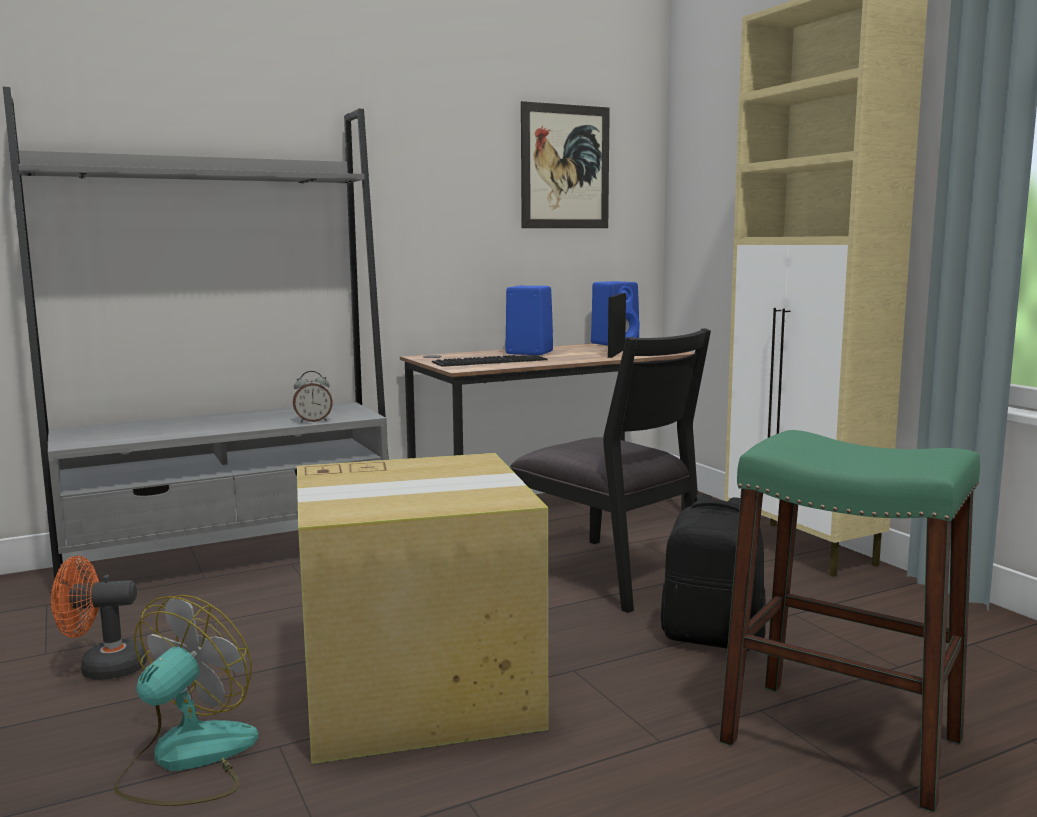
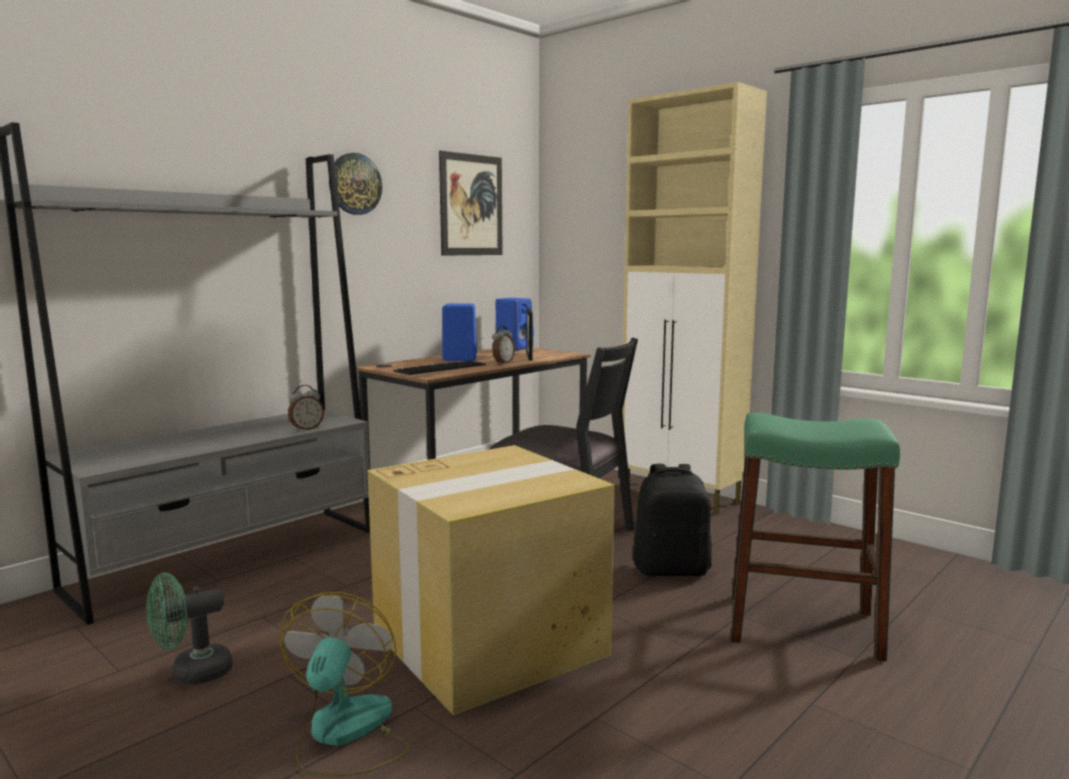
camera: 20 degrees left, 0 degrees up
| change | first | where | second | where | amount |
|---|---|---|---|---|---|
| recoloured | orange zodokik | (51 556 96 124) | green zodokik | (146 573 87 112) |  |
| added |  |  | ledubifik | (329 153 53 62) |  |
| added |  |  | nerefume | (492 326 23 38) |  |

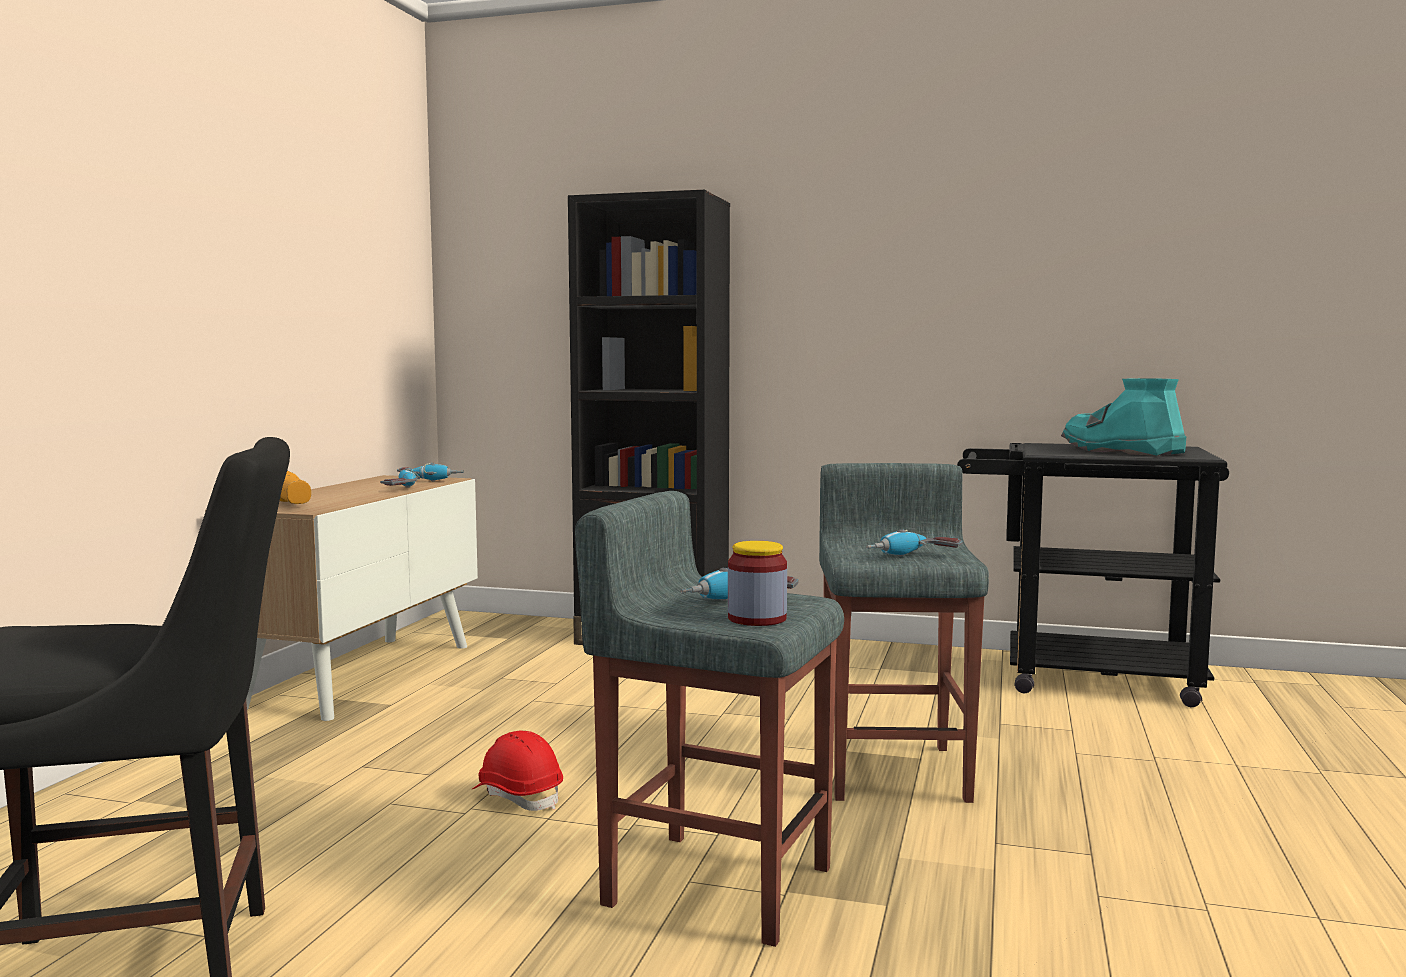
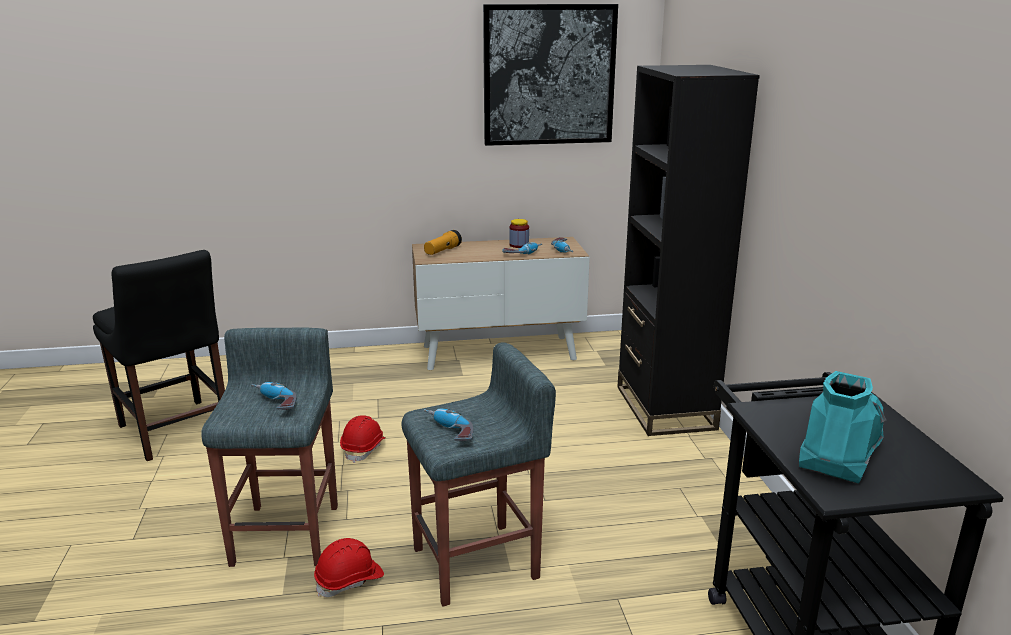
camera: 65 degrees right, 15 degrees up
| change | first | where | second | where | amount |
|---|---|---|---|---|---|
| added |  |  | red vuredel | (314 538 70 59) |  |
| added |  |  | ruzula | (483 4 135 142) |  |
| moved | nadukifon | (728 541 59 85) |  | (509 219 20 29) |  |

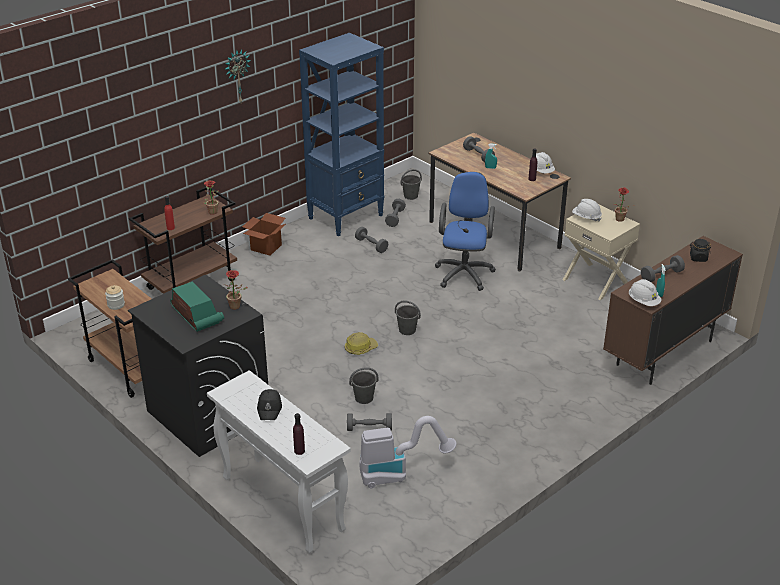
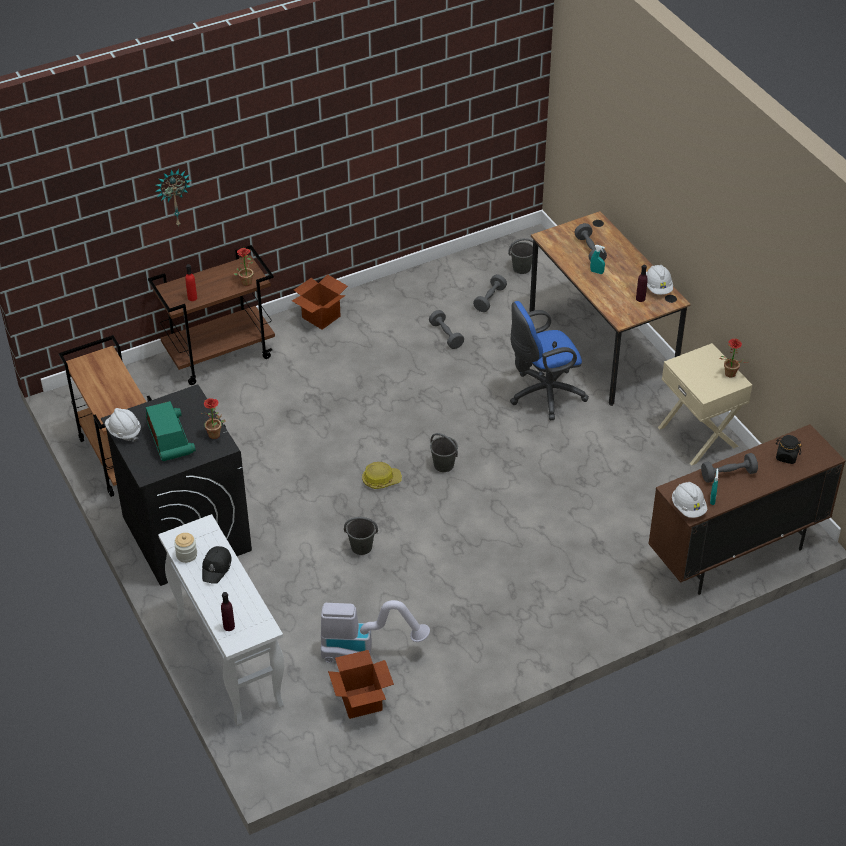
camera: 15 degrees right, 10 degrees up
| change | first | where | second | where | amount |
|---|---|---|---|---|---|
| moved | white vuredel | (572 199 30 22) |  | (105 408 36 34) |  |
| moved | ledubifik | (224 49 27 53) |  | (155 169 37 58) |  |
| moved | nadukifon | (105 285 20 25) |  | (174 533 23 30) |  |
| added |  |  | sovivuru | (328 650 66 69) |  |
| turned | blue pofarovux | (434 172 62 119) |  | (510 301 79 119) | 135 degrees counterclockwise |
| removed | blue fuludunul | (299 33 85 203) |  |  |  |
| removed | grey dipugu | (347 413 45 18) |  |  |  |

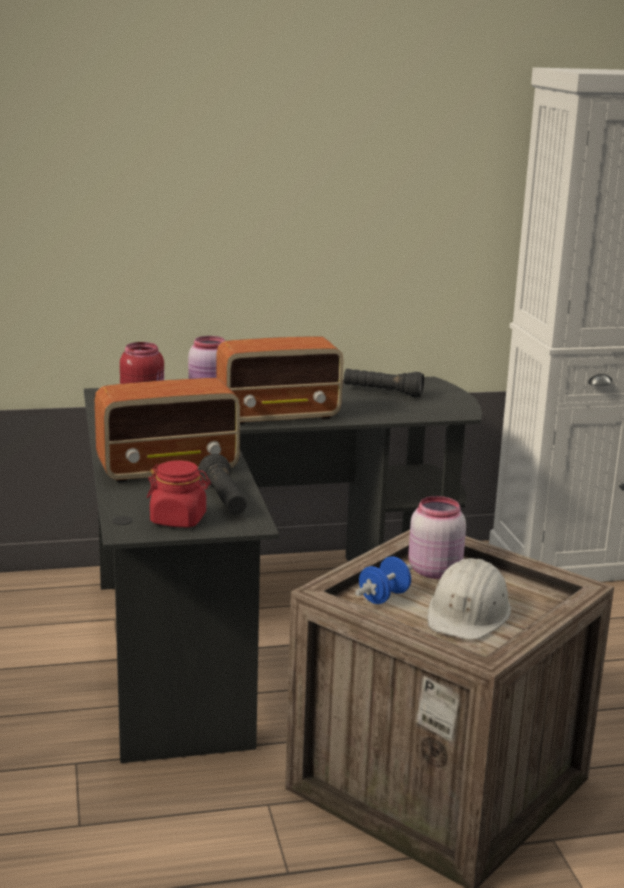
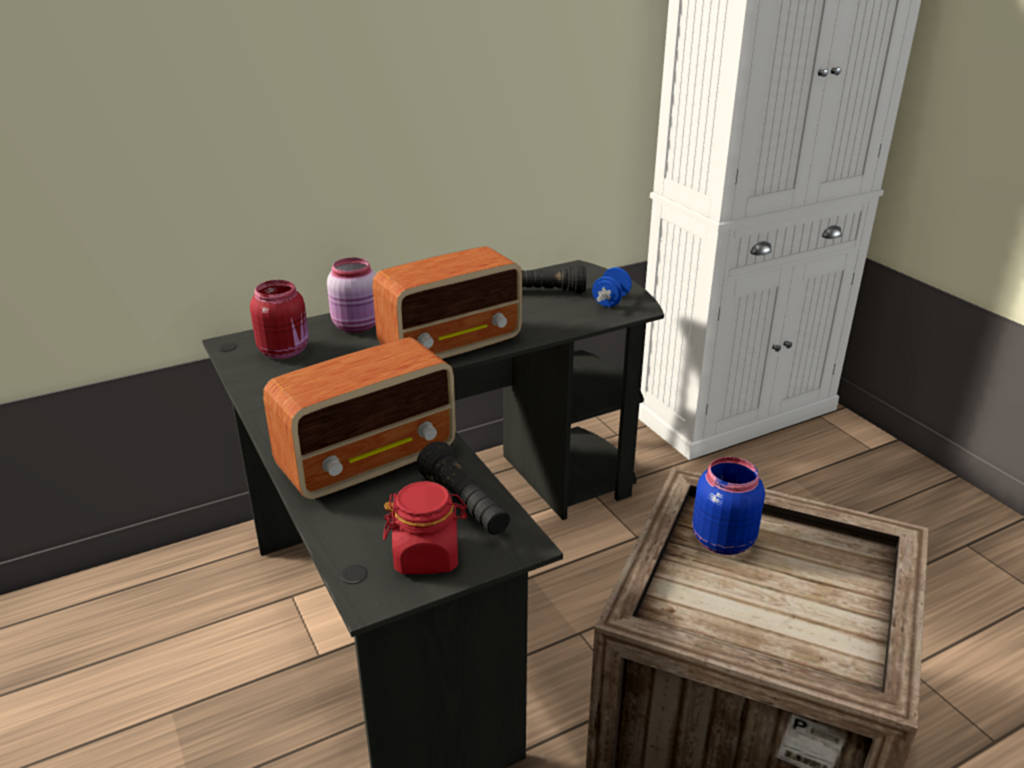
camera: 15 degrees left, 10 degrees up
| change | first | where | second | where | amount |
|---|---|---|---|---|---|
| moved | blue dipugu | (355 556 57 48) |  | (592 267 40 40) |  |
| recoloured | pink nadukifon | (408 496 58 83) | blue nadukifon | (692 457 73 98) |  |
| removed | white vuredel | (427 558 84 82) |  |  |  |

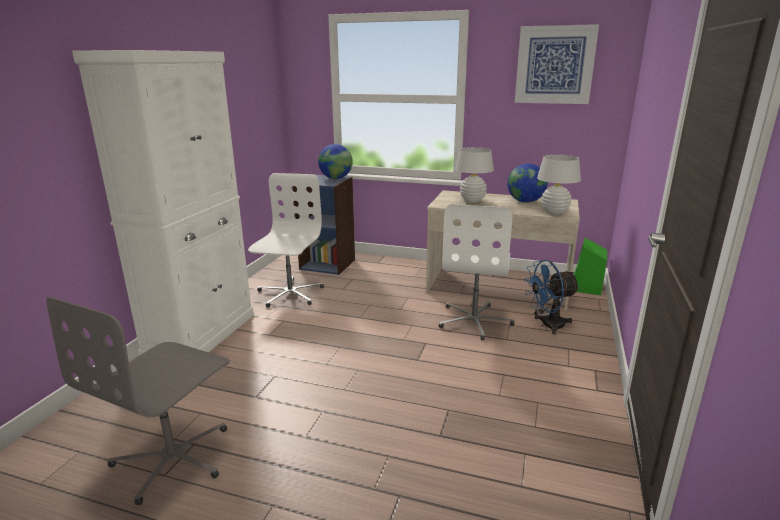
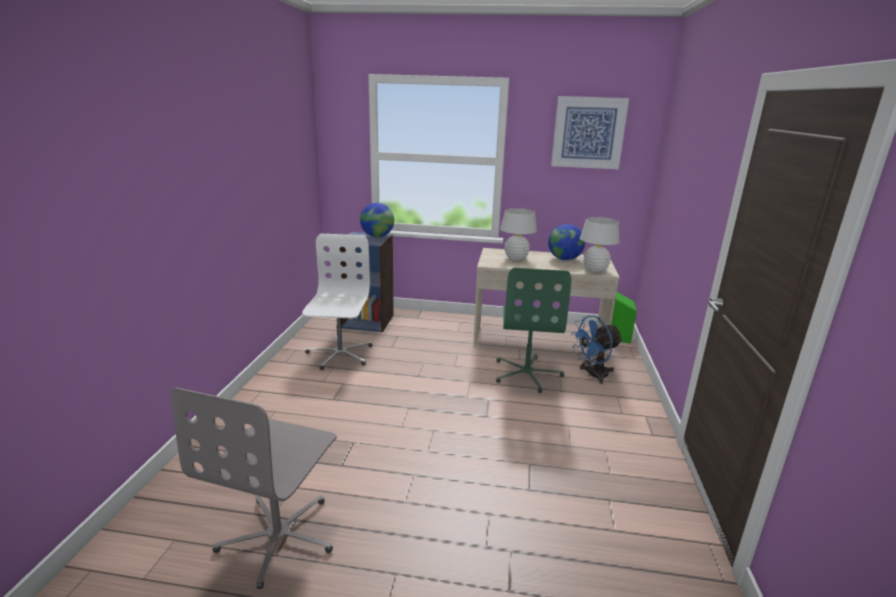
camera: 10 degrees left, 0 degrees up
| change | first | where | second | where | amount |
|---|---|---|---|---|---|
| recoloured | white pofarovux | (439 204 76 136) | green pofarovux | (496 268 75 125) |  |
| removed | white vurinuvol | (72 50 182 306) |  |  |  |

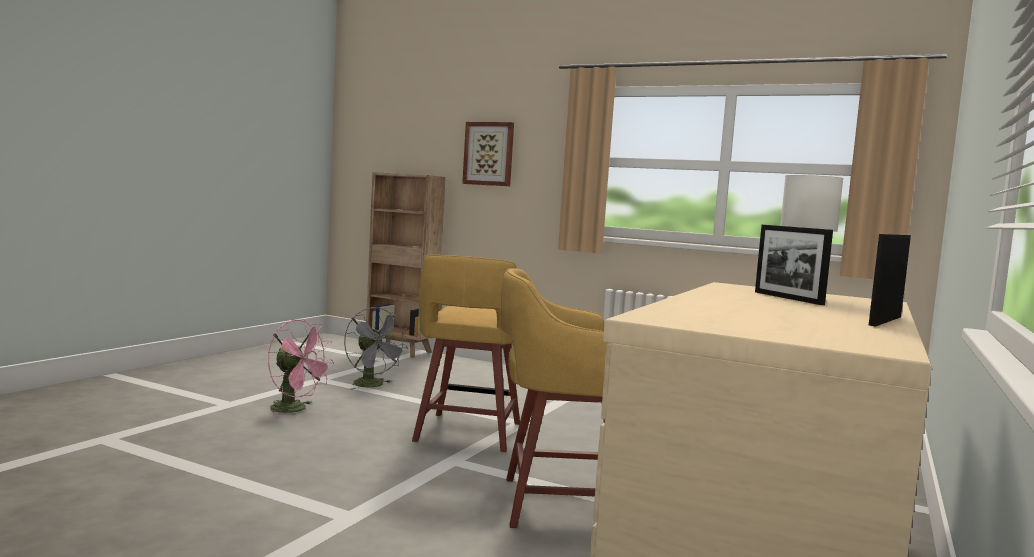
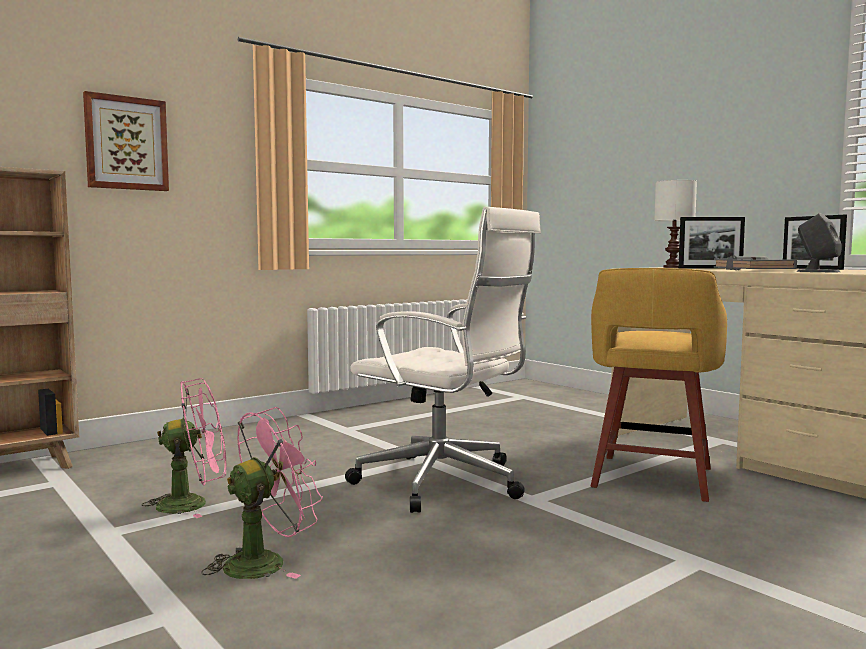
camera: 65 degrees left, 0 degrees up
| change | first | where | second | where | amount |
|---|---|---|---|---|---|
| recoloured | grey zodokik | (344 307 64 83) | pink zodokik | (142 378 84 140) |  |
| replaced | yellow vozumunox | (412 255 108 197) | white pofarovux | (345 206 196 307) |  |
| added |  |  | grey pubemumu | (714 256 83 14) |  |
| added |  |  | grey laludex | (797 213 44 59) |  |

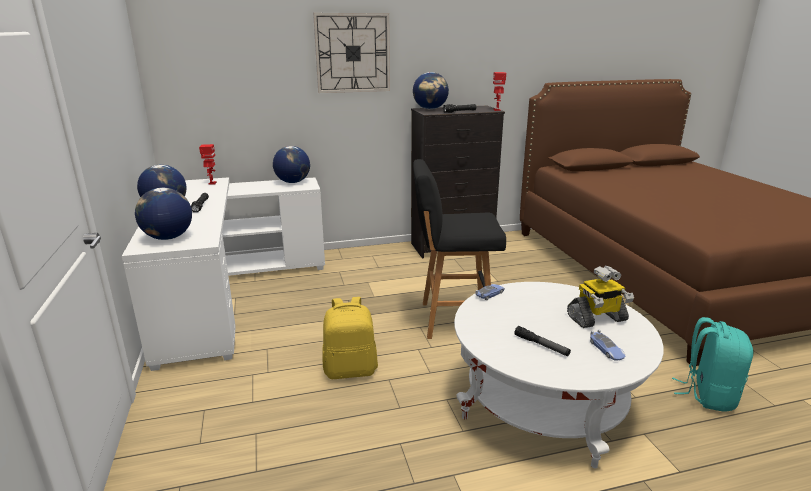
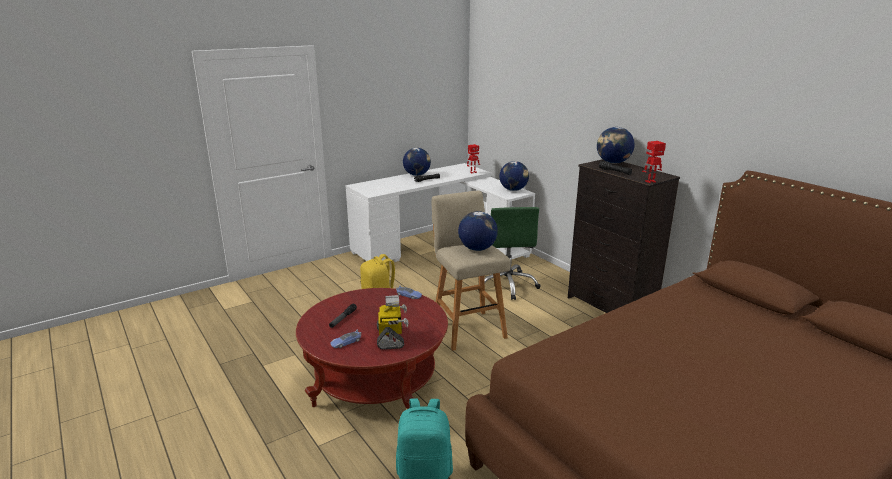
camera: 70 degrees right, 0 degrees up
| change | first | where | second | where | amount |
|---|---|---|---|---|---|
| recoloured | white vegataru | (454 282 210 187) | red vegataru | (296 288 152 121) |  |
| turned | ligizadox | (567 266 67 62) |  | (377 295 32 55) | 150 degrees counterclockwise |
| recoloured | black vozumunox | (413 159 93 180) | beige vozumunox | (432 191 79 160) |  |
| moved | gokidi | (135 188 57 52) |  | (458 211 40 40) |  |
| added |  |  | green pofarovux | (477 207 64 93) |  |
| removed | ledubifik | (313 13 77 80) |  |  |  |

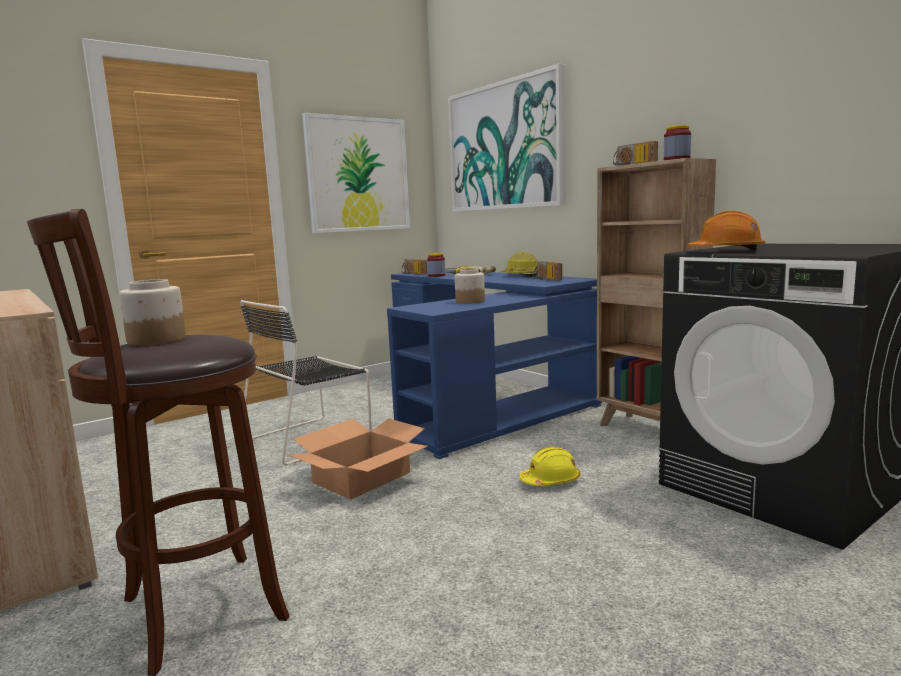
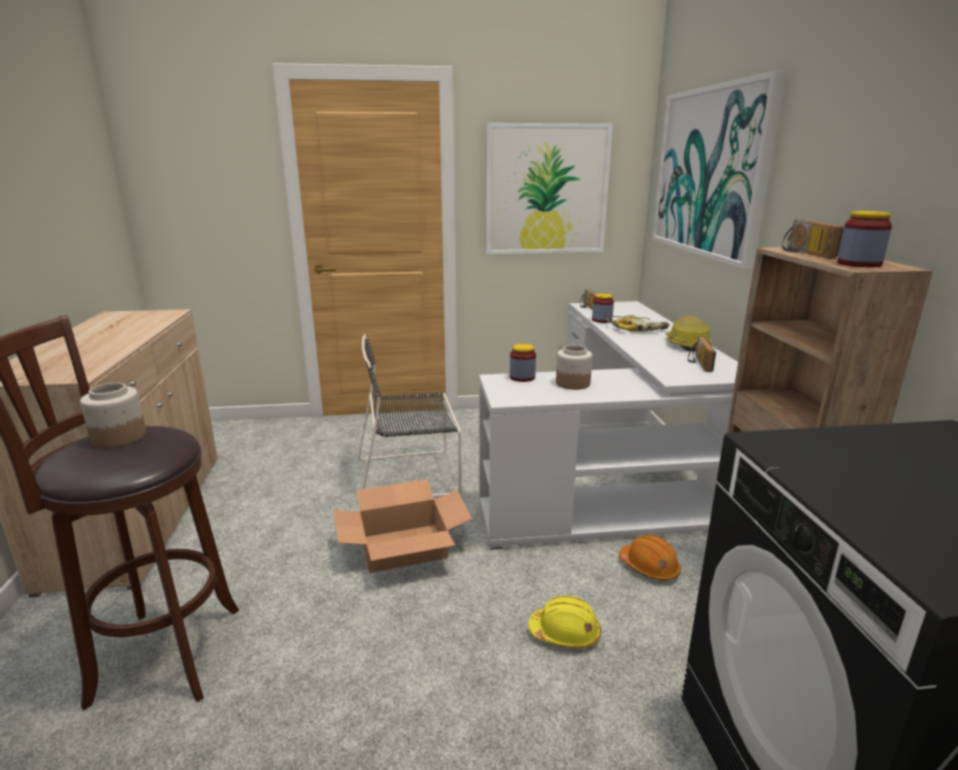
camera: 30 degrees right, 10 degrees up
| change | first | where | second | where | amount |
|---|---|---|---|---|---|
| recoloured | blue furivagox | (387 269 215 190) | white furivagox | (479 301 259 249) |  |
| added |  |  | nadukifon | (510 344 26 38) |  |
| moved | orange vuredel | (688 211 77 40) |  | (619 534 62 47) |  |

